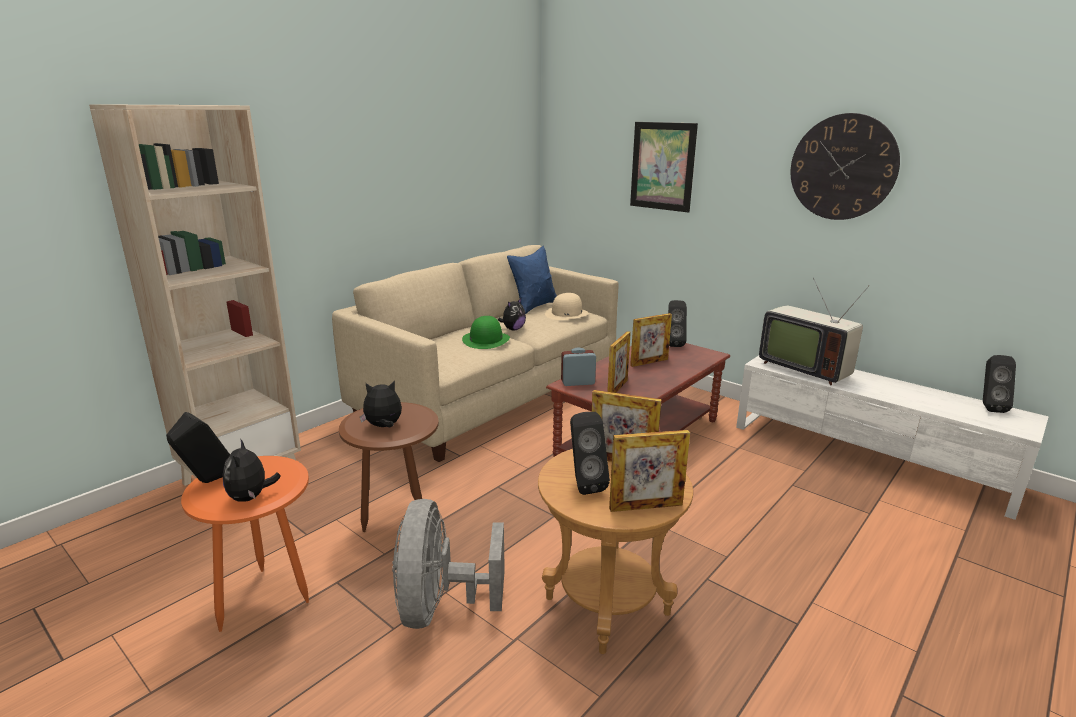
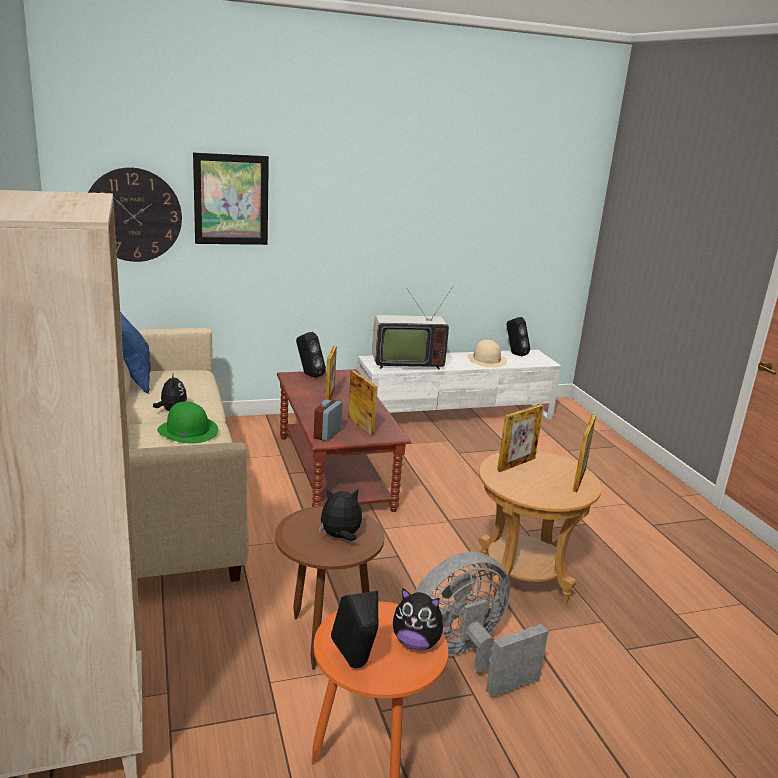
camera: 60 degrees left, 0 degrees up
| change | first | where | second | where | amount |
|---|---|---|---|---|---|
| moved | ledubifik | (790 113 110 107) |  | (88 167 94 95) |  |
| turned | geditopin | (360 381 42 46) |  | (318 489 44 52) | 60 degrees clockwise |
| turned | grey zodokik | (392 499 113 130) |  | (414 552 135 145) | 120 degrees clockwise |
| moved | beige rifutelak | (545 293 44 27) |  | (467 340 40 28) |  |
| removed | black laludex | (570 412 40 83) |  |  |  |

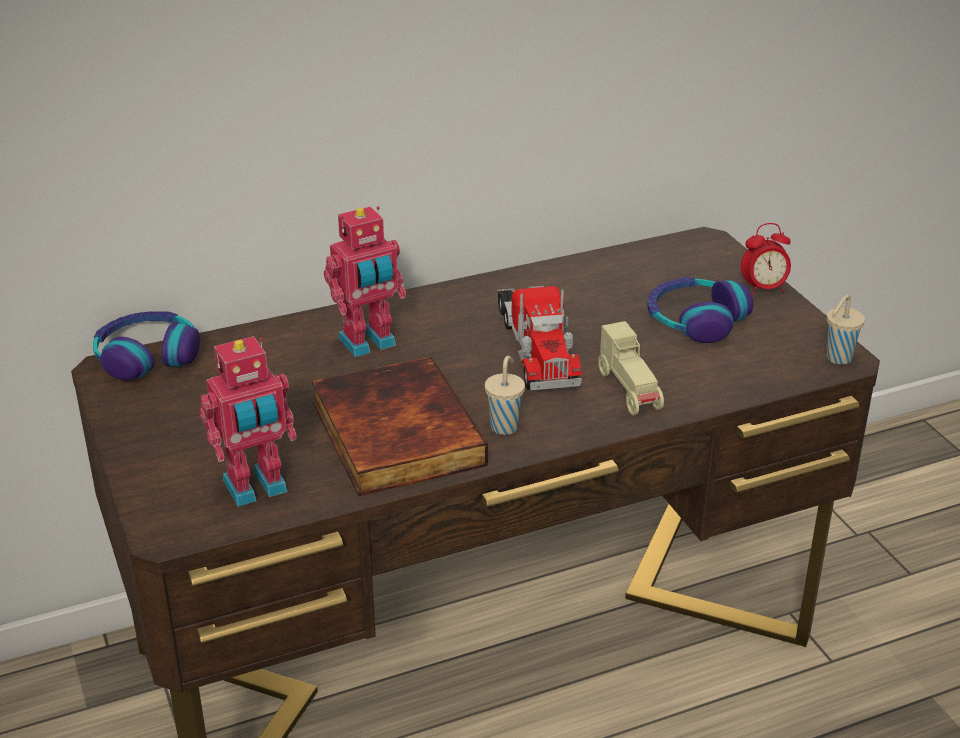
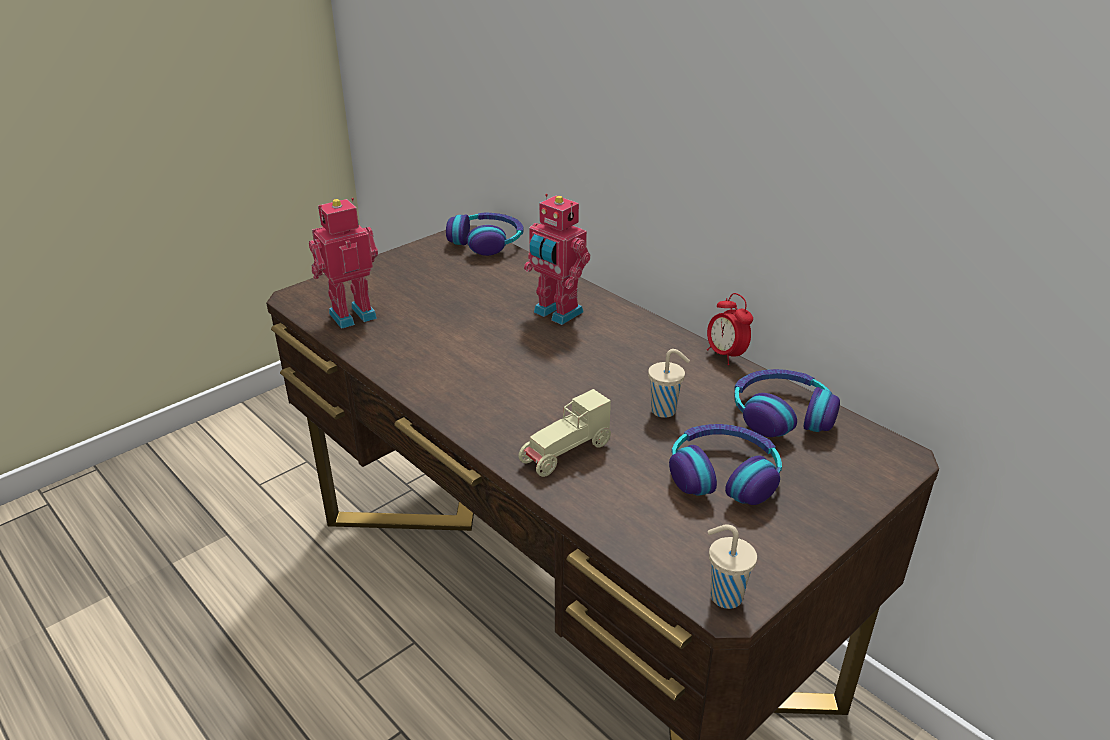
camera: 70 degrees right, 0 degrees up
| change | first | where | second | where | amount |
|---|---|---|---|---|---|
| turned | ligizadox | (200 336 97 171) |  | (309 198 69 131) | 105 degrees clockwise |
| moved | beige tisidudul | (485 355 40 80) |  | (648 349 42 69) |  |
| moved | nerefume | (741 223 50 73) |  | (707 293 46 72) |  |
| added |  |  | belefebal | (734 369 106 68) |  |
| removed | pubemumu | (312 357 176 139) |  |  |  |
| removed | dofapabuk | (498 286 84 104) |  |  |  |

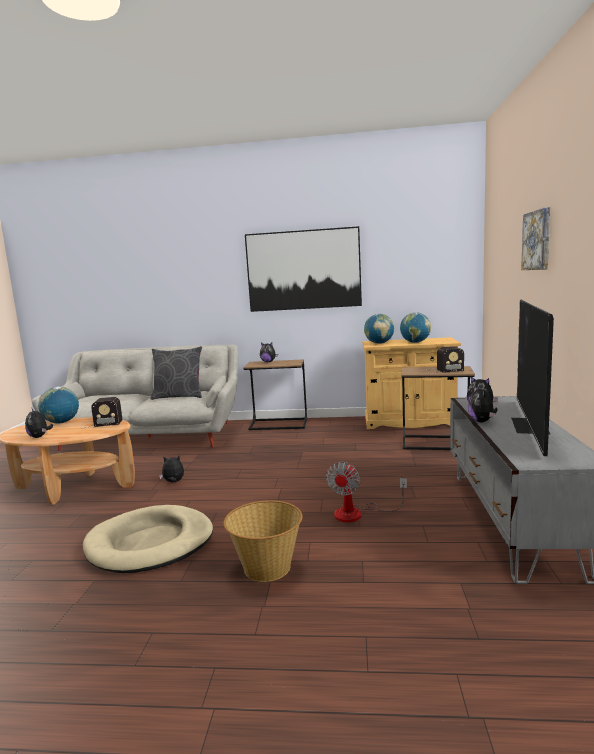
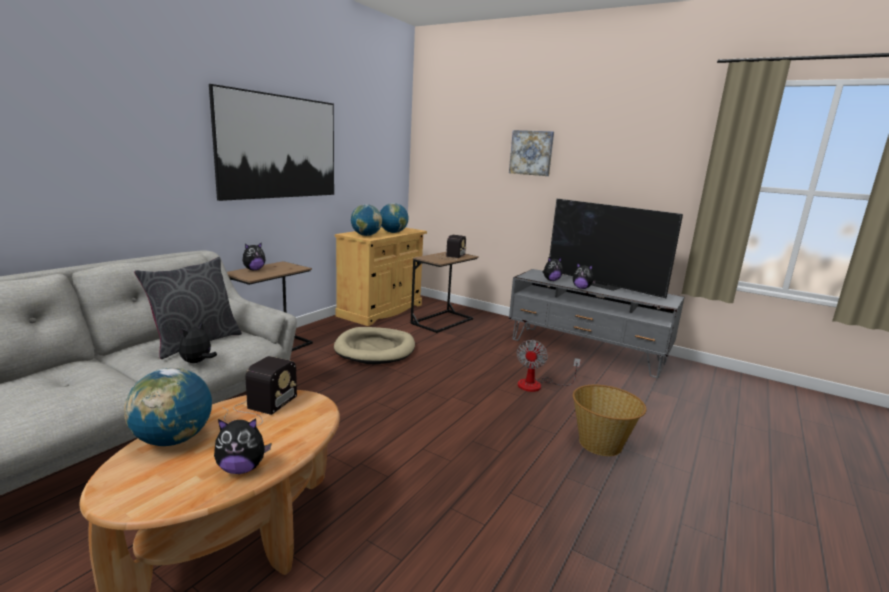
camera: 65 degrees left, 5 degrees up
| change | first | where | second | where | amount |
|---|---|---|---|---|---|
| moved | geditopin | (159 455 25 27) |  | (179 323 38 40) |  |
| moved | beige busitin | (83 505 130 68) |  | (334 327 81 37) |  |
| turned | zodokik | (326 462 81 60) |  | (517 340 64 52) | 60 degrees clockwise |

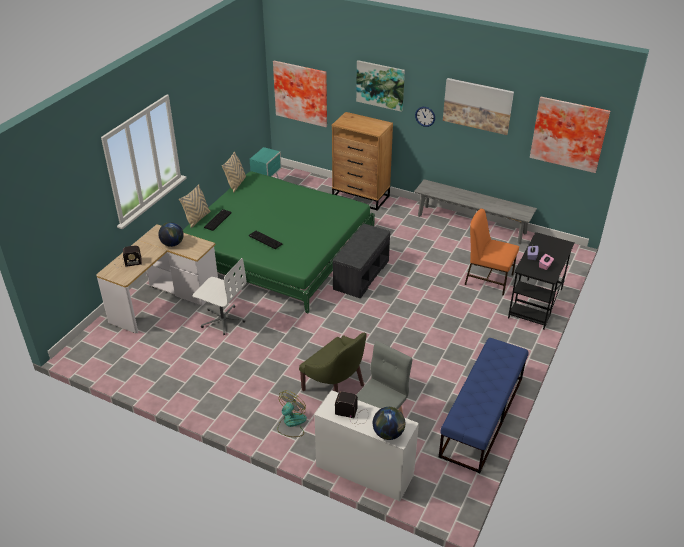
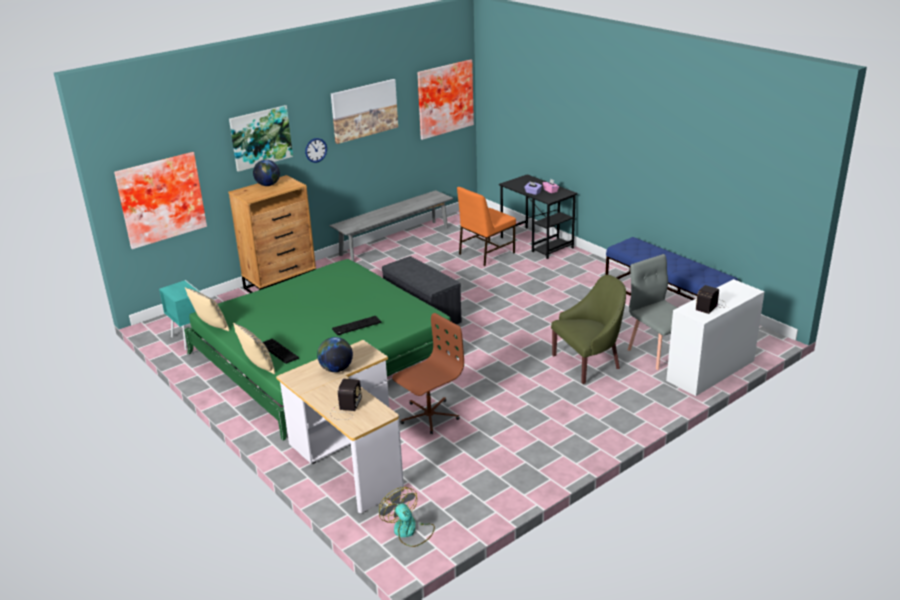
camera: 65 degrees left, 10 degrees down
| change | first | where | second | where | amount |
|---|---|---|---|---|---|
| moved | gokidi | (373 407 32 33) |  | (253 160 27 26) |  |
| moved | zodokik | (277 391 30 46) |  | (379 487 56 60) |  |
| recoloured | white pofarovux | (192 258 54 77) | brown pofarovux | (392 313 72 121) |  |

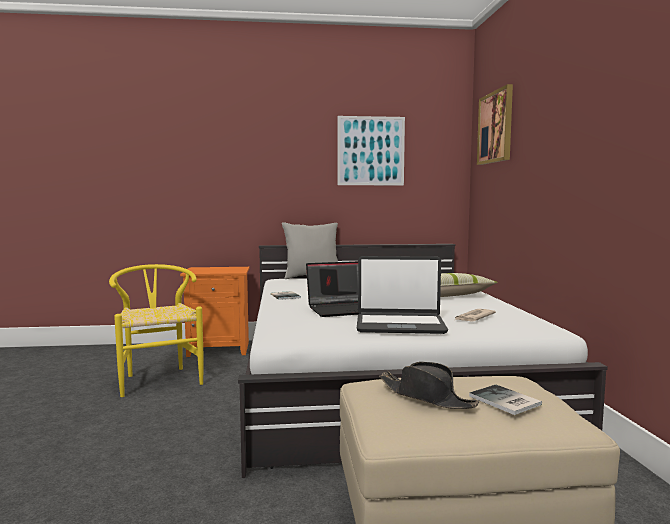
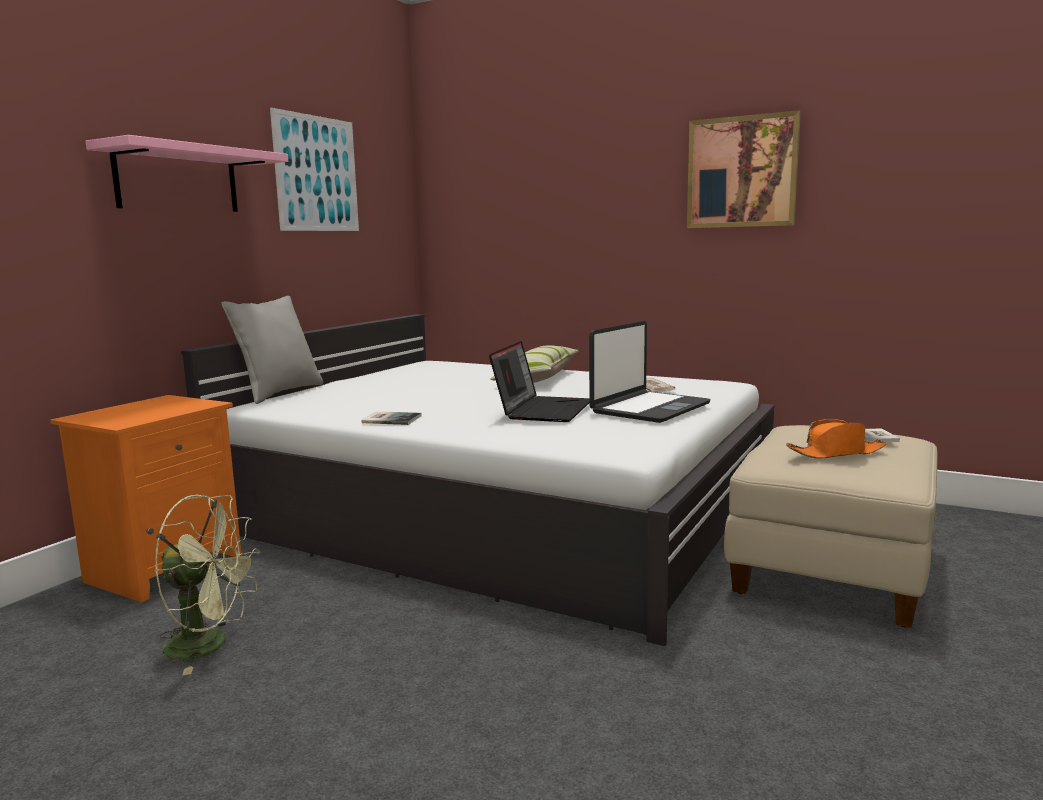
camera: 55 degrees left, 5 degrees up
| change | first | where | second | where | amount |
|---|---|---|---|---|---|
| added |  |  | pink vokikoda | (85 135 203 77) |  |
| replaced | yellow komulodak | (109 264 95 133) | green zodokik | (155 495 105 181) |  |
| moved | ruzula | (477 84 36 81) |  | (687 110 114 118) |  |
| recoloured | black rifutelak | (379 362 100 47) | orange rifutelak | (786 419 100 40) |  |

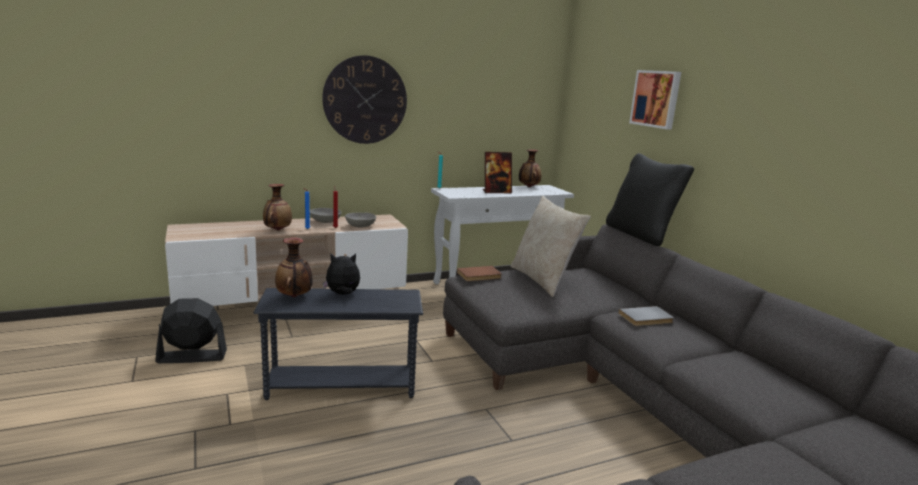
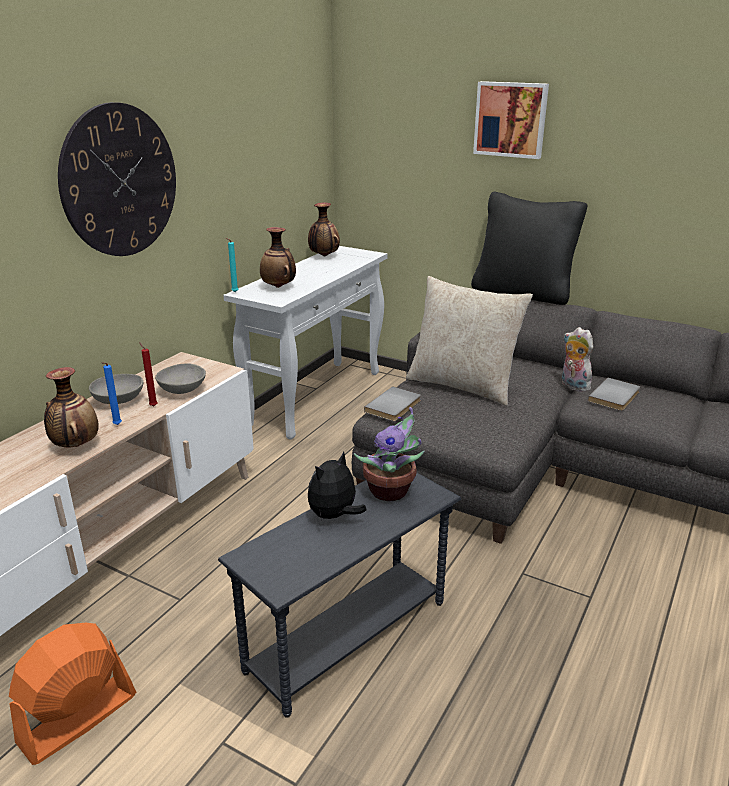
camera: 35 degrees left, 10 degrees up
| change | first | where | second | where | amount |
|---|---|---|---|---|---|
| recoloured | black zodokik | (155 298 72 65) | orange zodokik | (9 623 127 142) |  |
| moved | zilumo | (275 238 38 59) |  | (260 227 36 61) |  |
| added |  |  | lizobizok | (354 407 71 94) |  |
| recoloured | brown pubemumu | (457 266 45 15) | grey pubemumu | (364 387 57 34) |  |
| added |  |  | geditopin | (562 327 31 65) |  |
| removed | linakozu | (483 152 29 41) |  |  |  |

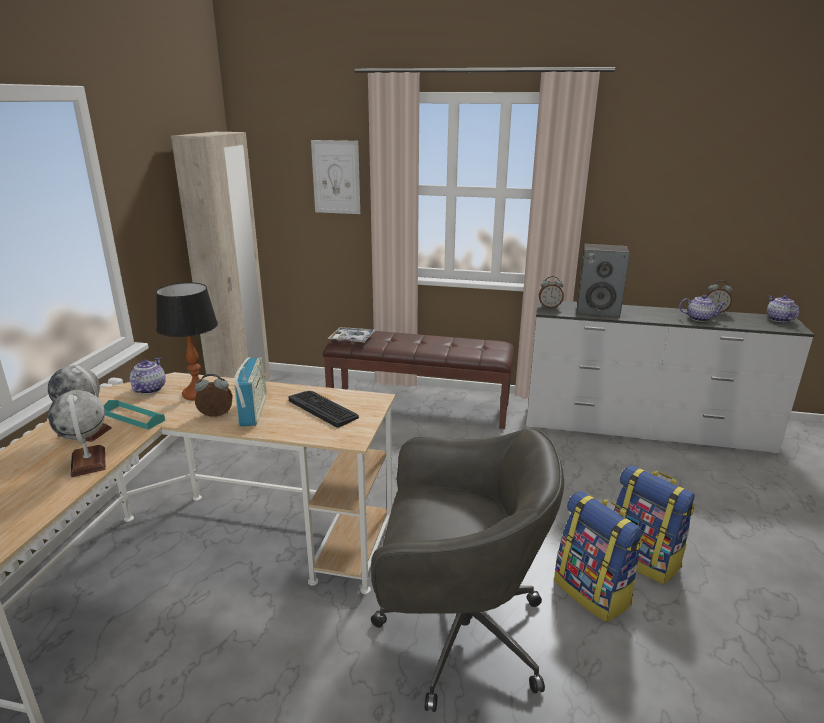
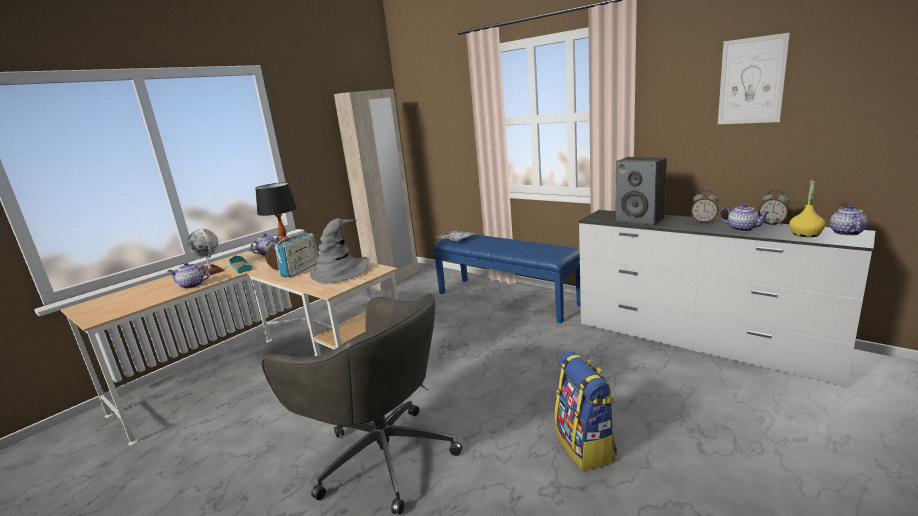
camera: 30 degrees right, 5 degrees down
| change | first | where | second | where | amount |
|---|---|---|---|---|---|
| replaced | gokidi | (48 390 58 87) | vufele | (167 262 43 27) |  |
| replaced | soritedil | (289 391 70 37) | grey rifutelak | (310 218 59 66) |  |
| recoloured | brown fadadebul | (323 331 192 98) | blue fadadebul | (433 234 148 89) |  |
| moved | nerefume | (539 276 25 32) |  | (691 190 28 33) |  |
| moved | ruzula | (311 140 49 74) |  | (718 33 72 91) |  |
| added |  |  | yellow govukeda | (789 179 37 58) |  |
| removed | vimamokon | (554 491 89 131) |  |  |  |

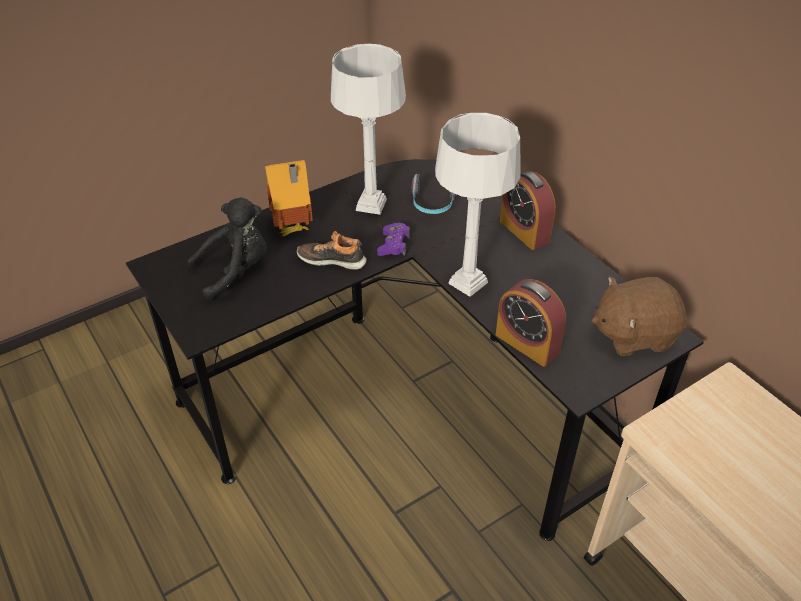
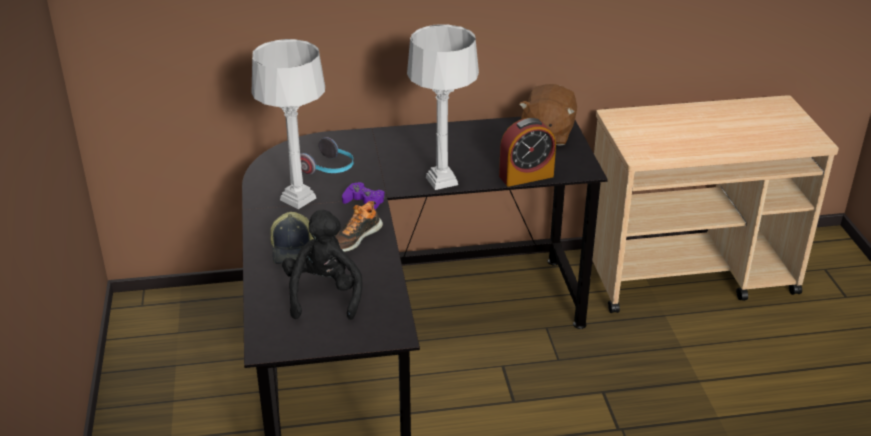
camera: 65 degrees left, 10 degrees down
| change | first | where | second | where | amount |
|---|---|---|---|---|---|
| replaced | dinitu | (265 160 48 76) | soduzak | (271 212 43 52) |  |
| removed | nerefume | (500 171 56 79) |  |  |  |

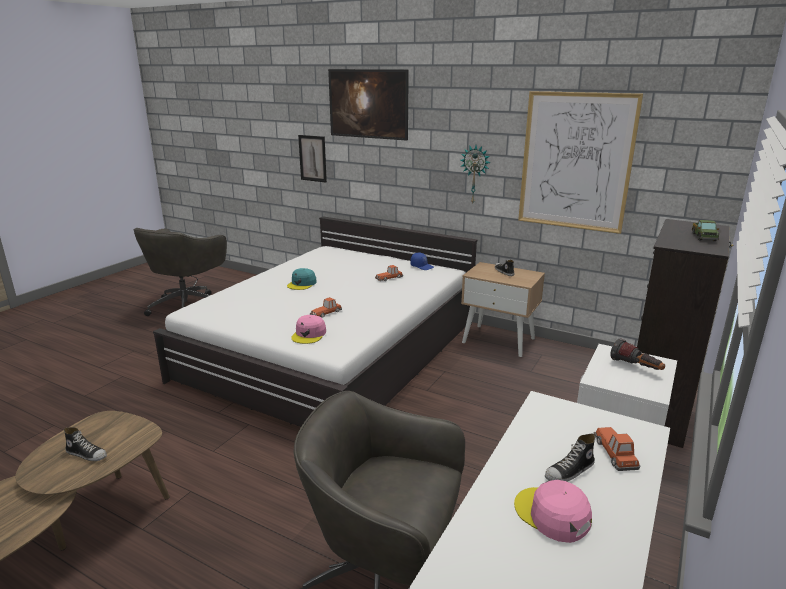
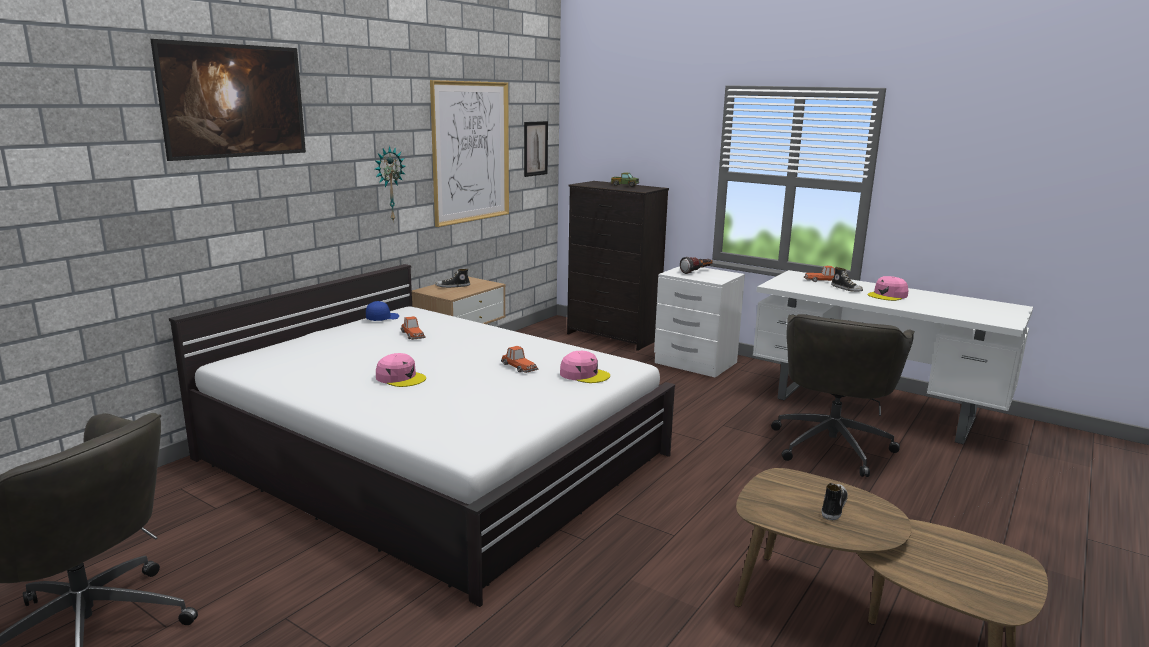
camera: 85 degrees left, 5 degrees down
| change | first | where | second | where | amount |
|---|---|---|---|---|---|
| recoloured | turquoise soduzak | (287 268 30 22) | pink soduzak | (376 353 50 34) |  |
| moved | ruzula | (298 135 29 48) |  | (524 121 24 56) |  |

